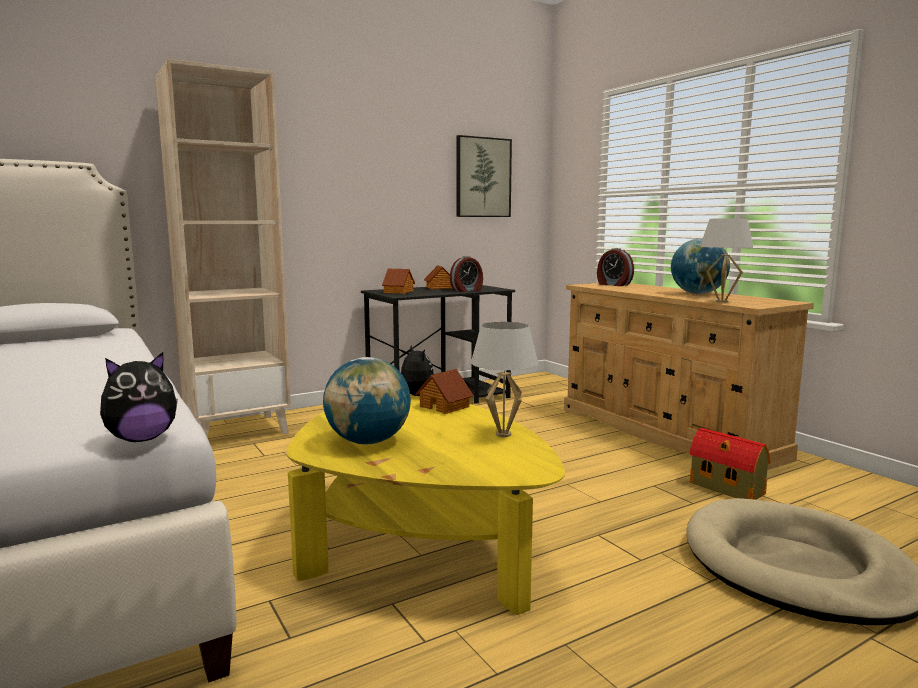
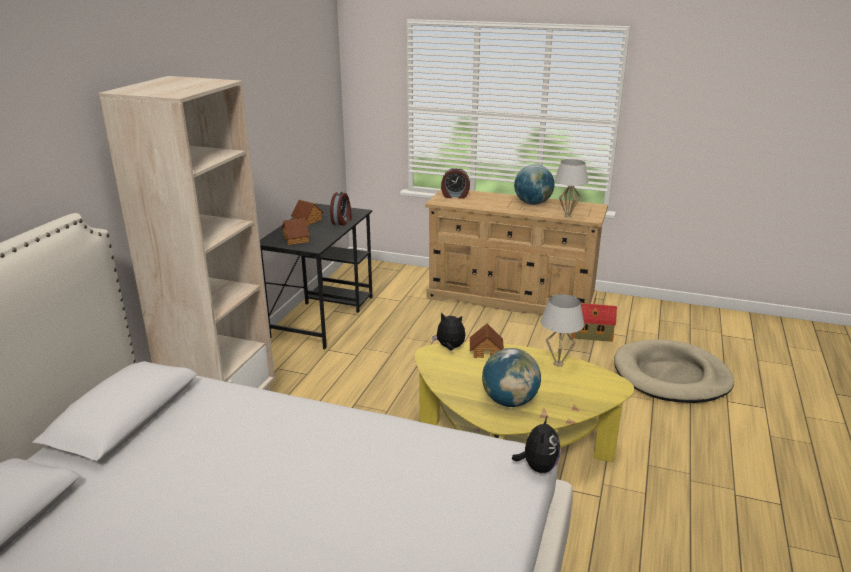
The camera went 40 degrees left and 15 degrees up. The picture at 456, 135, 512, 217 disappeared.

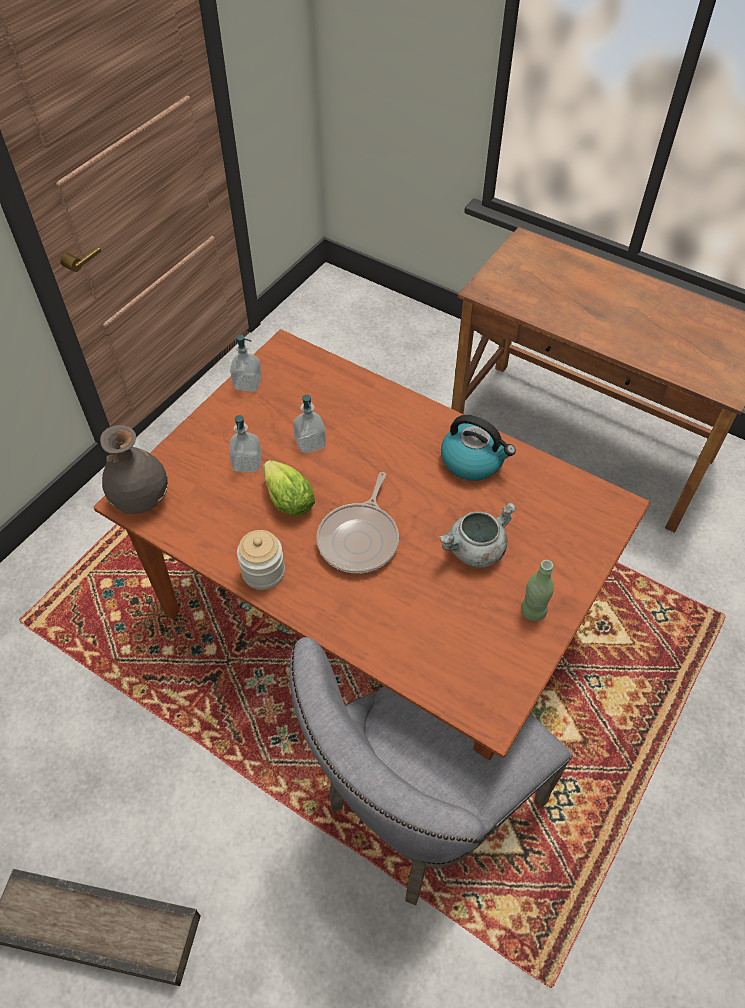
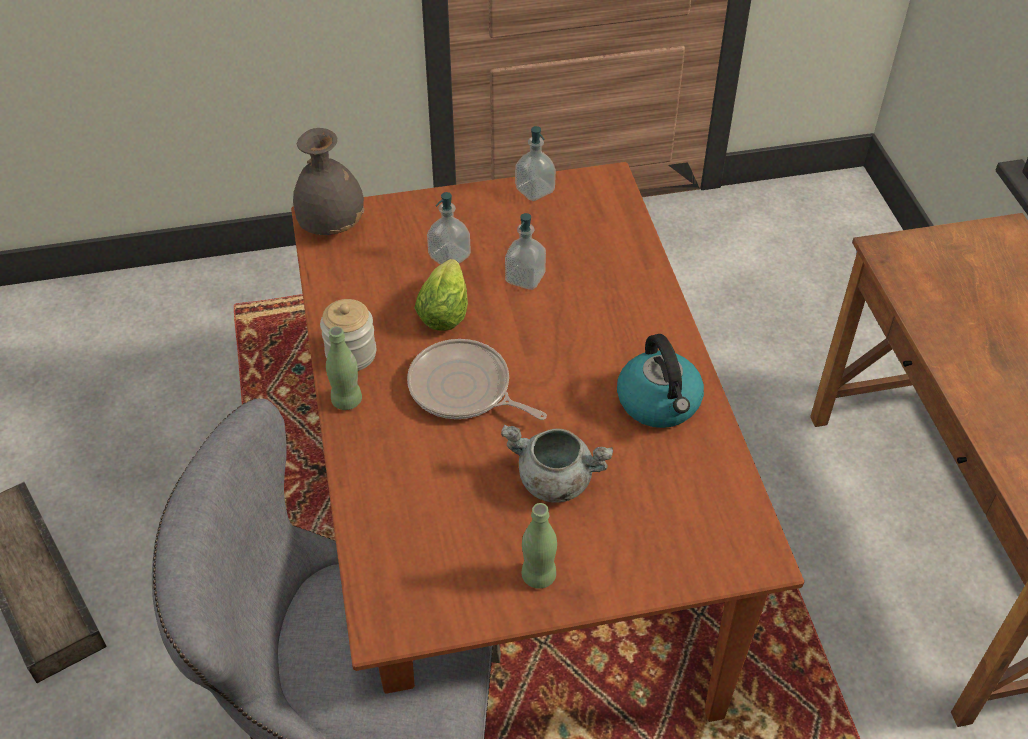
The camera went 45 degrees right and 5 degrees down. The frying pan at 316, 472, 399, 574 turned 60 degrees clockwise. The green bottle at 326, 326, 362, 410 appeared.

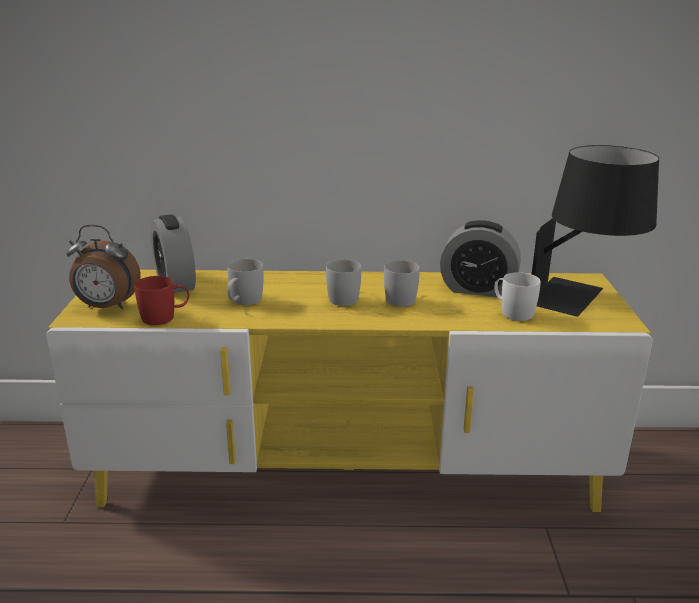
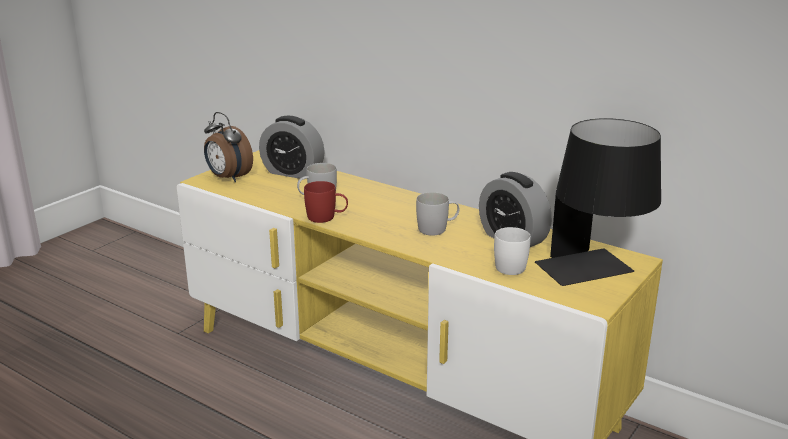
The camera went 35 degrees right and 0 degrees up. The red mug moved from 134, 276, 189, 325 to 304, 181, 348, 223. The alarm clock at 151, 214, 196, 293 turned 75 degrees counterclockwise. The white mug at 326, 260, 361, 306 disappeared.

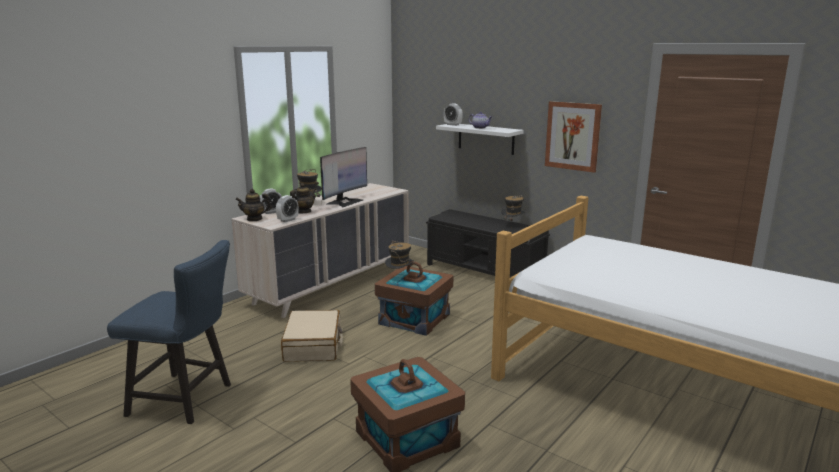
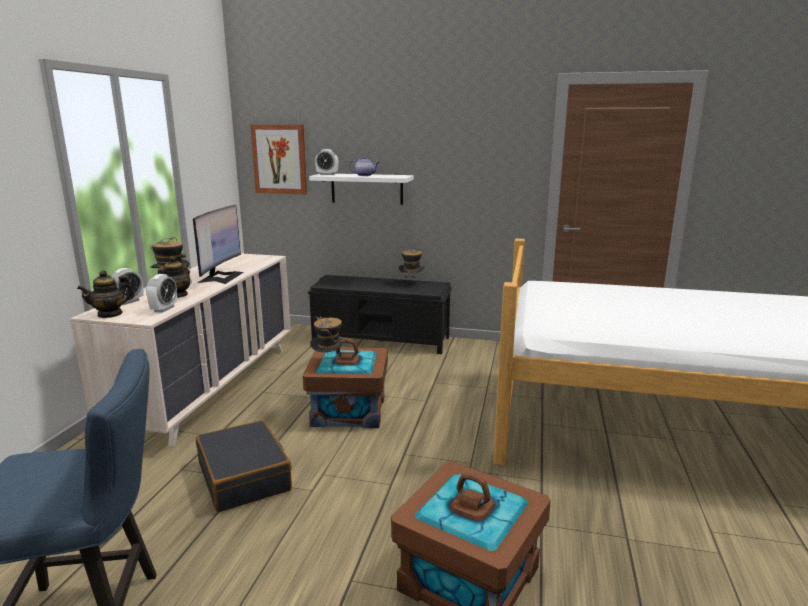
The camera went 25 degrees left and 0 degrees up. The beige suitcase at 281, 310, 343, 362 became the black suitcase at 196, 420, 292, 512. The picture moved from 545, 101, 602, 173 to 250, 125, 307, 194.

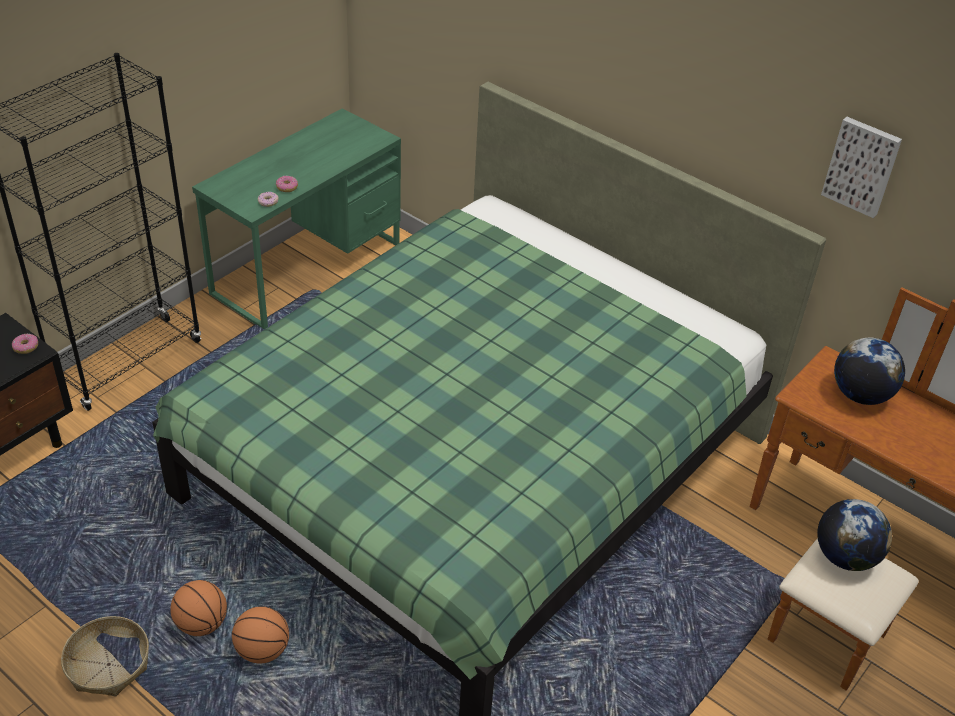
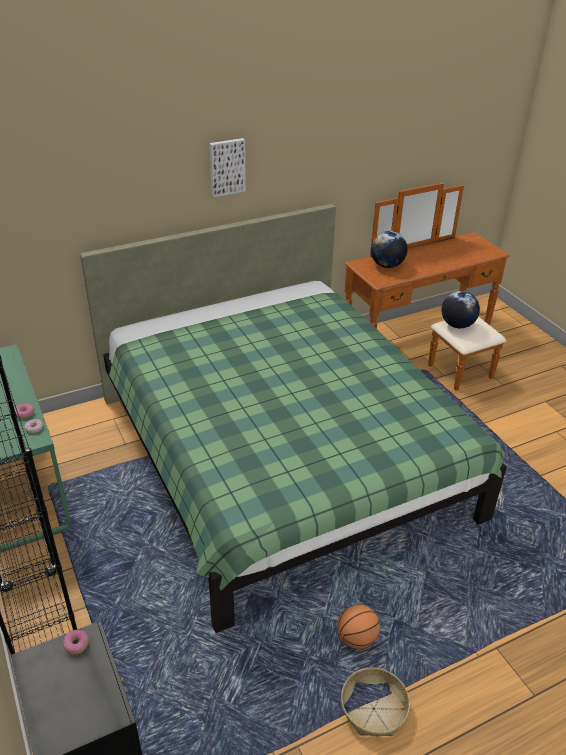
The camera went 65 degrees left and 5 degrees down. The basketball at 232, 606, 289, 663 disappeared. The picture moved from 821, 117, 902, 218 to 209, 138, 246, 197.

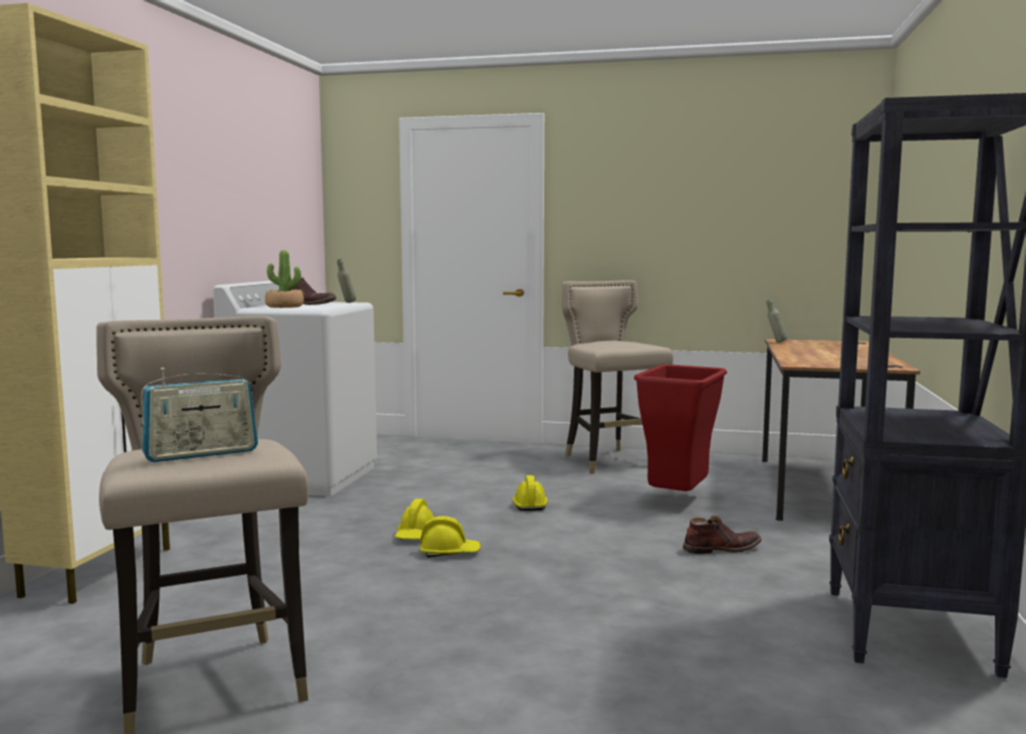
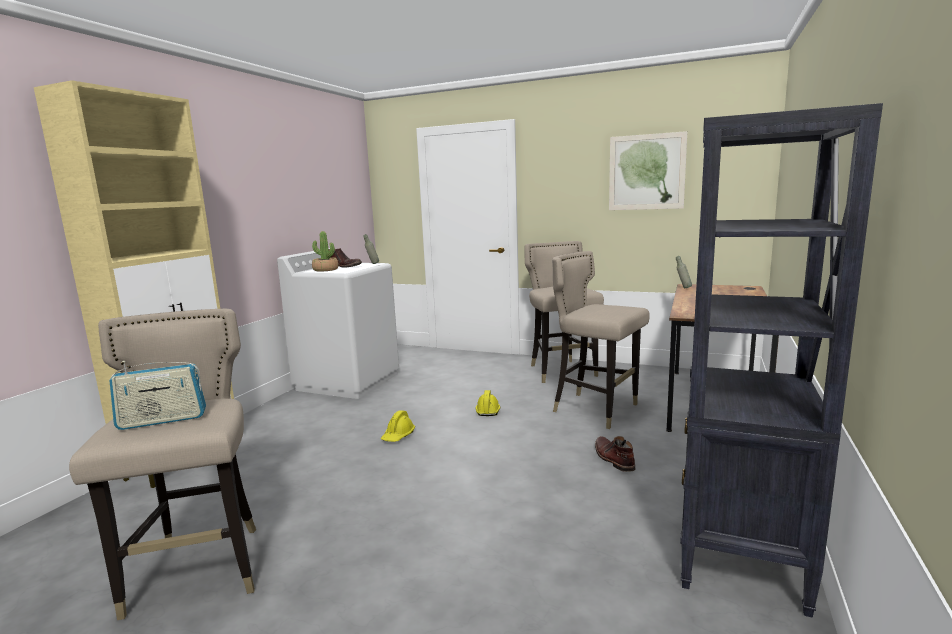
The camera went 10 degrees right and 5 degrees up. The yellow hard hat at 420, 516, 481, 558 disappeared. The red trash can at 634, 364, 727, 491 was replaced by the beige stool at 552, 251, 650, 429. The brown boot at 683, 516, 762, 554 turned 105 degrees counterclockwise. The picture at 609, 131, 687, 210 appeared.

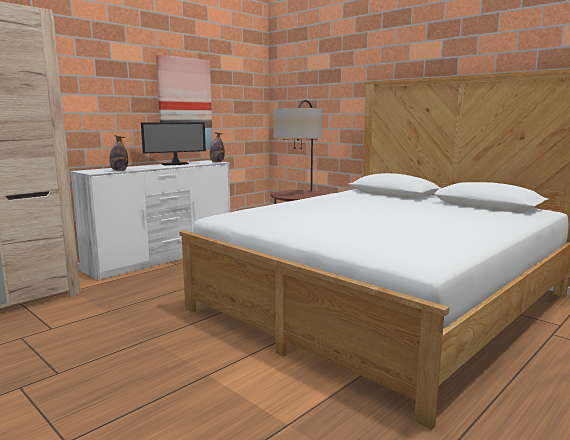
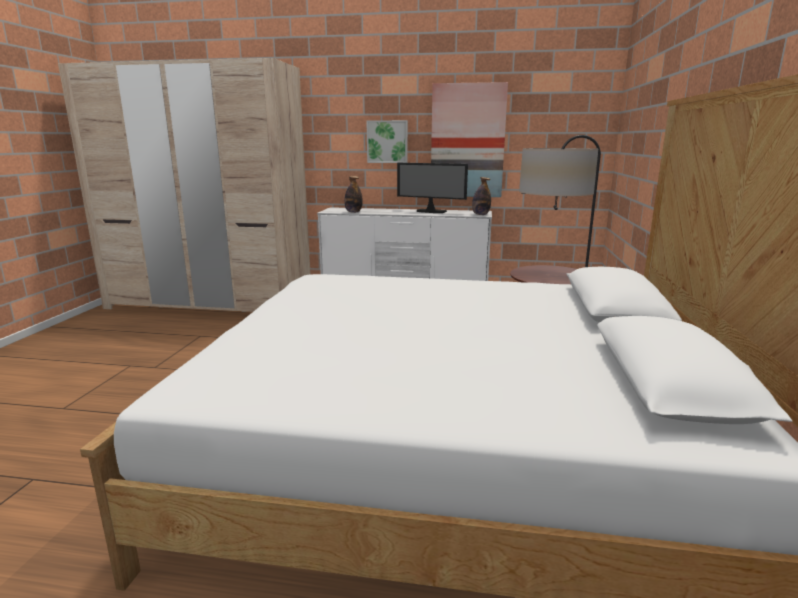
The camera went 55 degrees right and 5 degrees up. The picture at 367, 120, 408, 163 appeared.

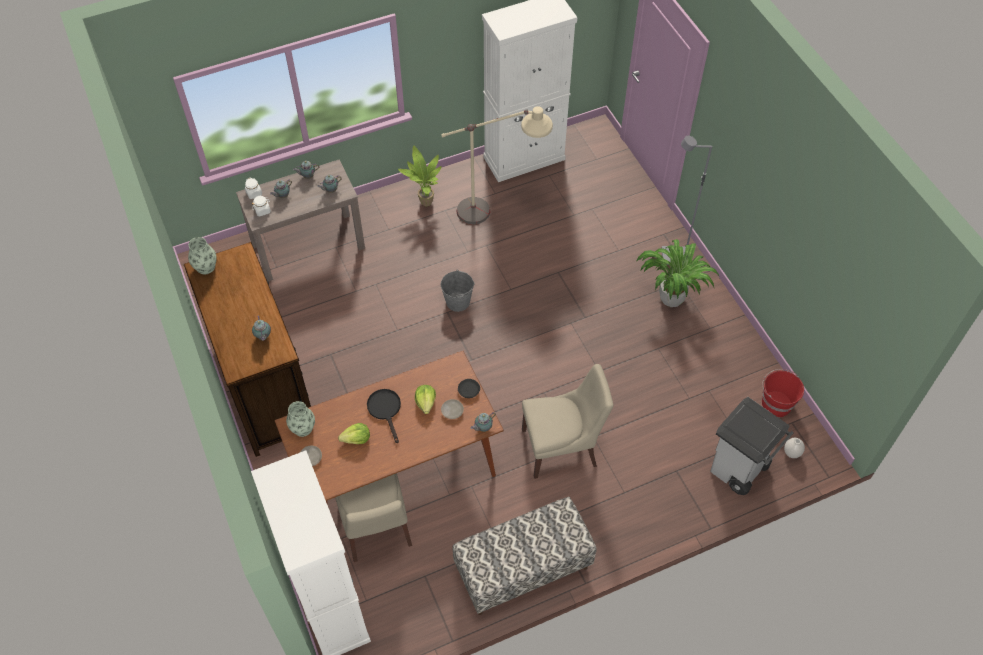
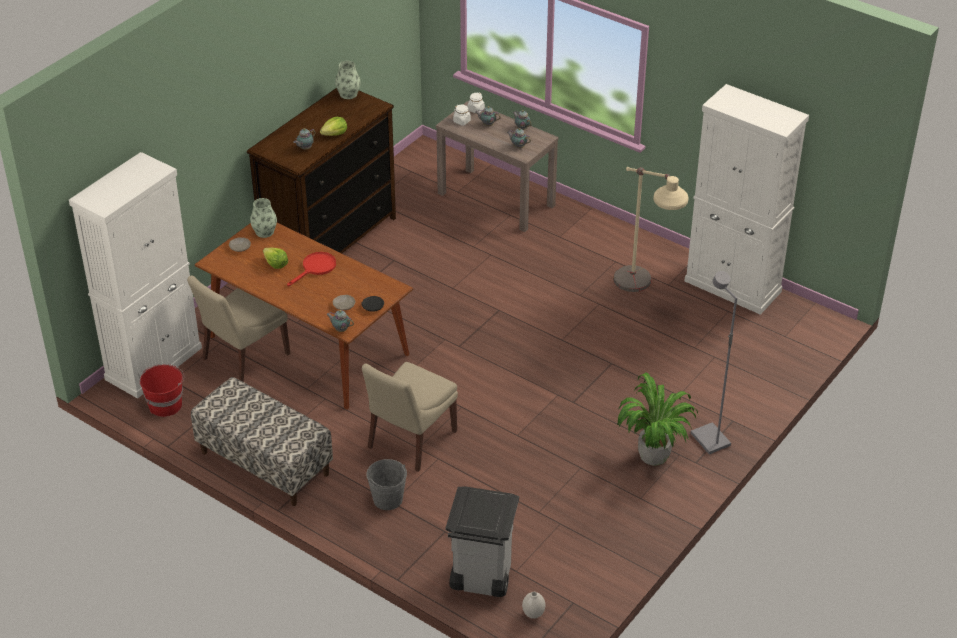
The camera went 60 degrees right and 15 degrees down. The black frying pan at 367, 389, 401, 443 became the red frying pan at 287, 252, 336, 286. The potted plant at 398, 146, 442, 206 disappeared. The lettuce moved from 415, 385, 436, 414 to 320, 117, 347, 136. The grey bucket moved from 441, 269, 475, 312 to 366, 459, 407, 510. The beige chair at 522, 364, 614, 479 turned 75 degrees clockwise. The red bucket moved from 762, 369, 804, 417 to 140, 364, 185, 417.

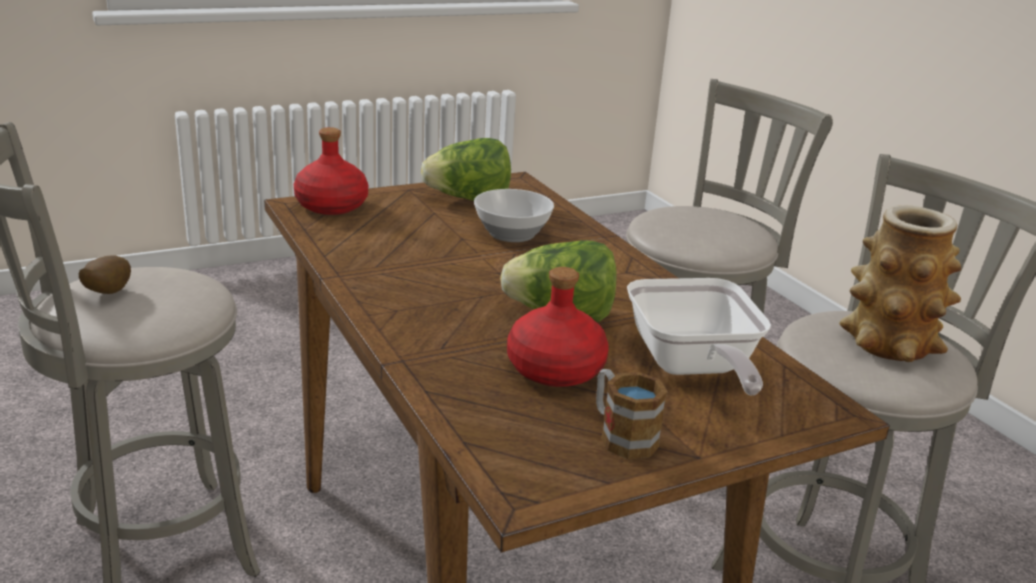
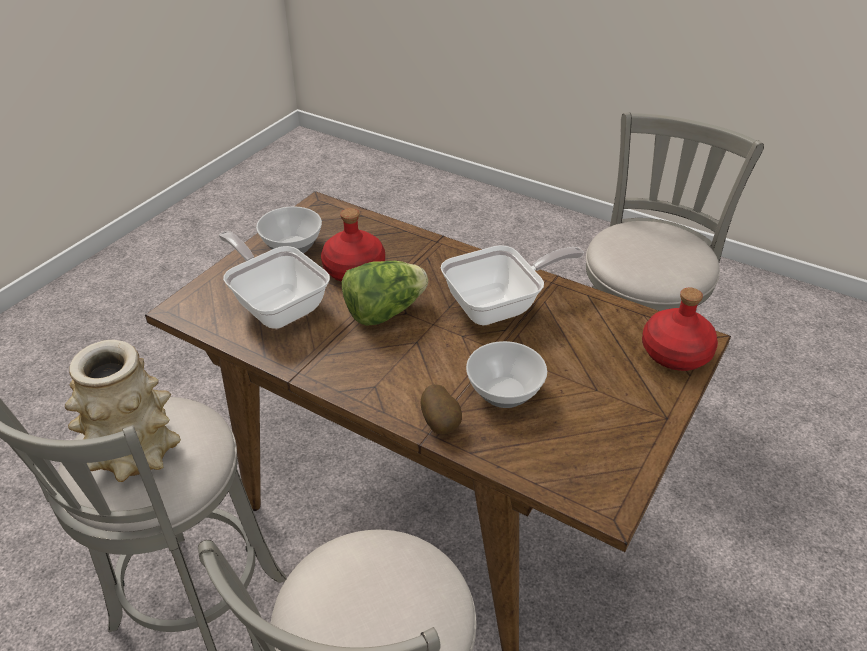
The camera went 150 degrees right and 15 degrees up. The potato moved from 79, 255, 131, 294 to 420, 384, 462, 434. The lettuce at 421, 138, 511, 201 disappeared. The mug at 596, 369, 668, 459 was replaced by the bowl at 256, 207, 322, 254. The frying pan at 441, 245, 584, 325 appeared.

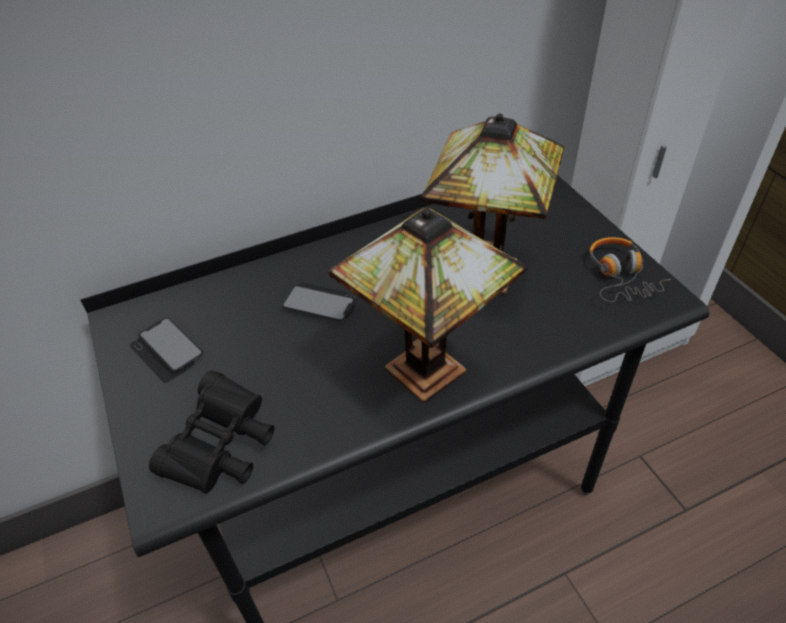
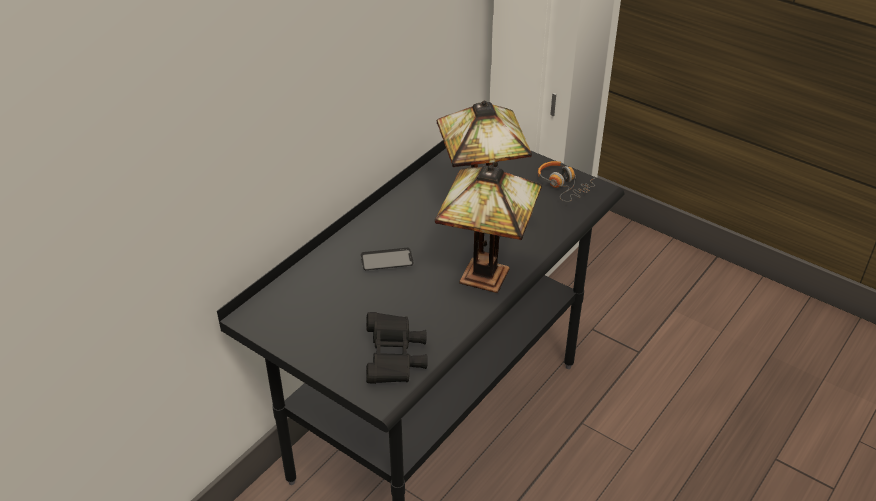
The camera went 30 degrees left and 5 degrees down. The phone at 130, 317, 203, 383 disappeared.

